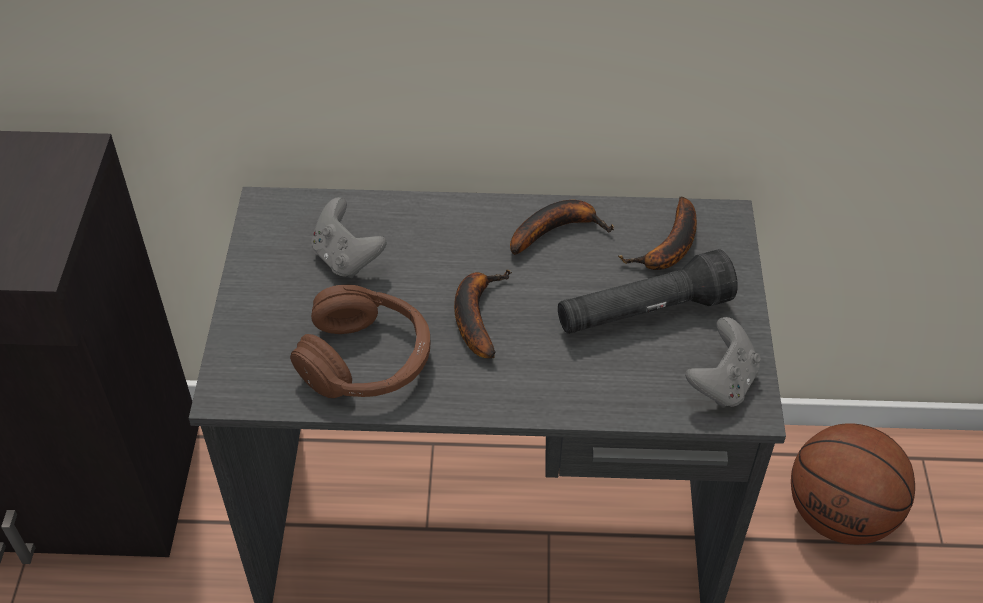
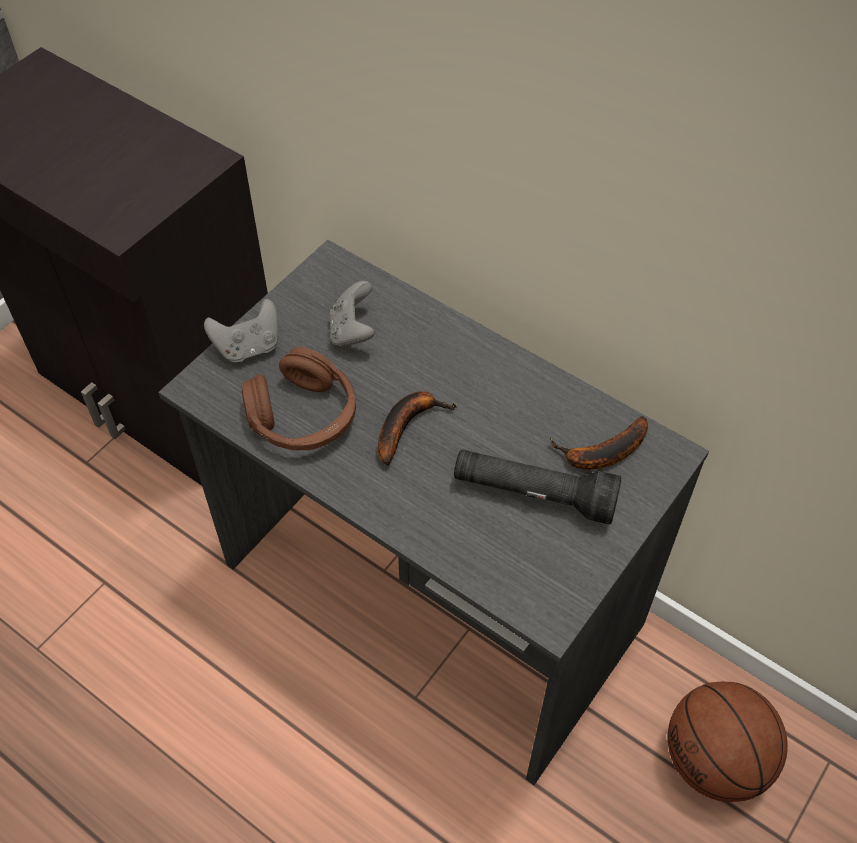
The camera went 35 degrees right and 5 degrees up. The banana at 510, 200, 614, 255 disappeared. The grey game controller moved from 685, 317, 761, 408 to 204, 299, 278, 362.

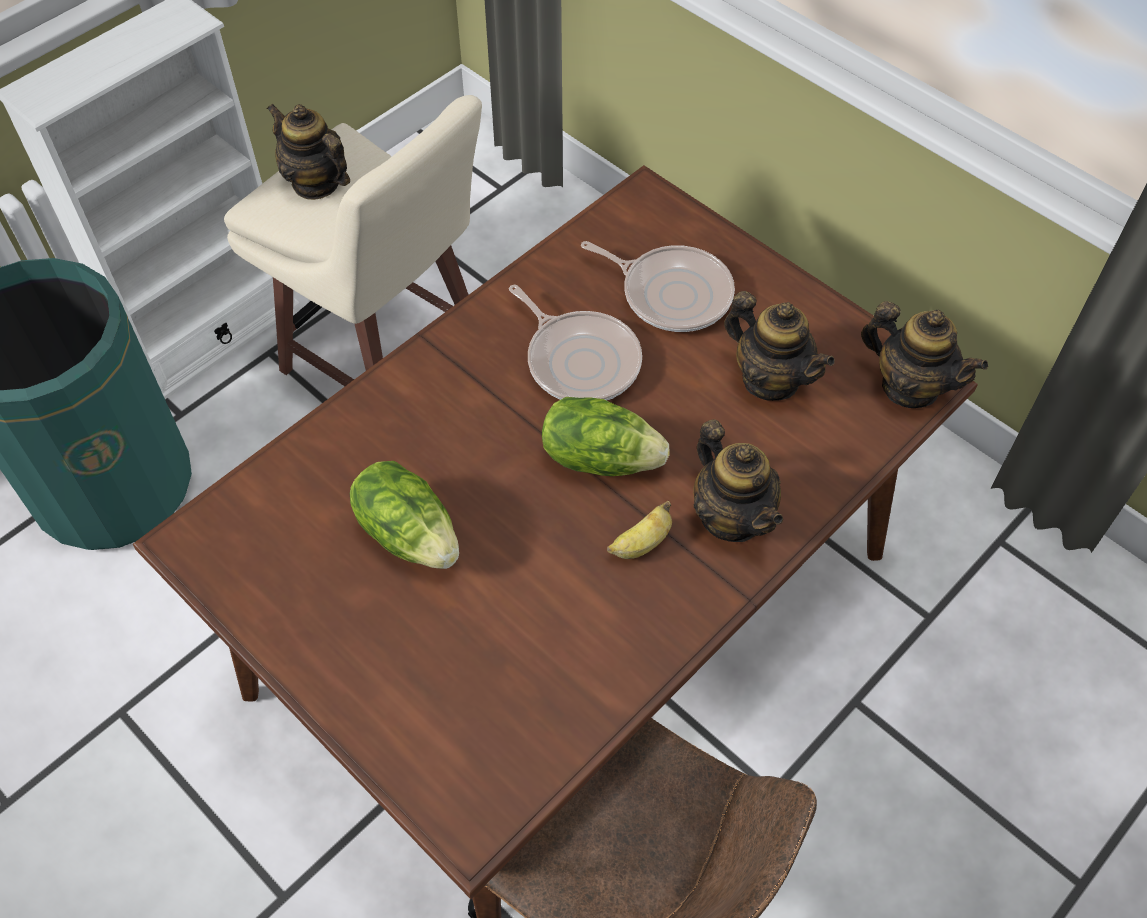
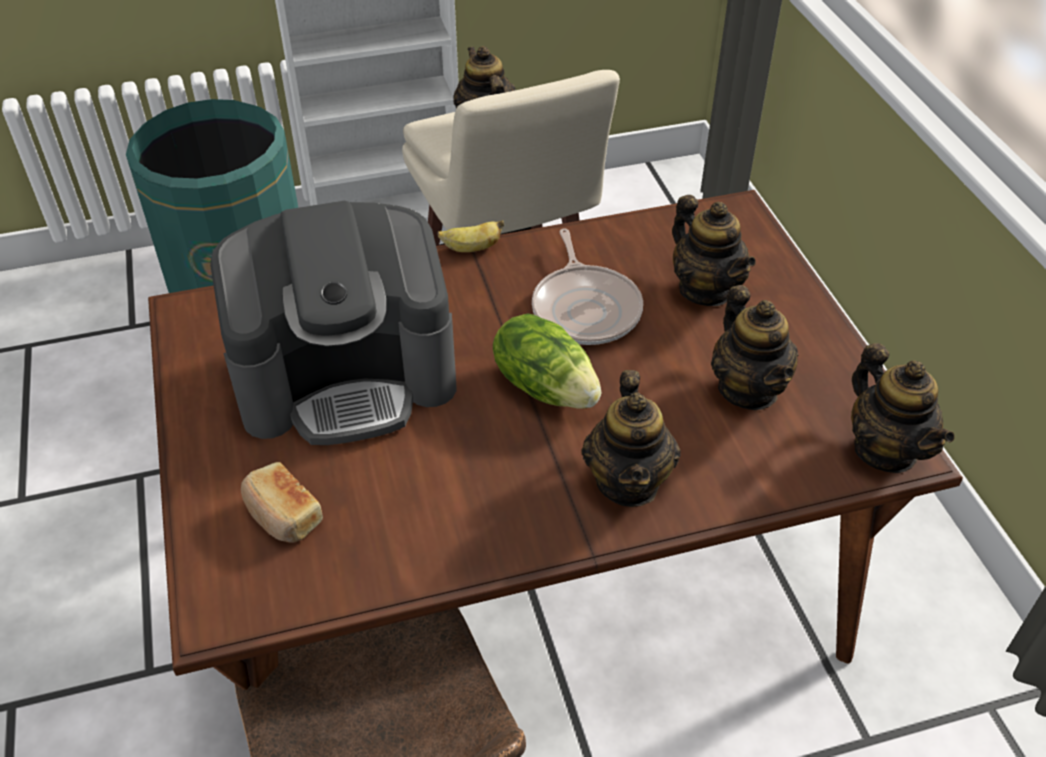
The camera went 30 degrees right and 10 degrees down. The lettuce at 350, 461, 459, 569 was replaced by the coffee machine at 210, 201, 456, 445. The frying pan at 581, 241, 735, 332 was replaced by the teapot at 672, 195, 756, 306. The banana moved from 607, 501, 672, 559 to 437, 220, 504, 252. The bread at 241, 462, 323, 543 appeared.

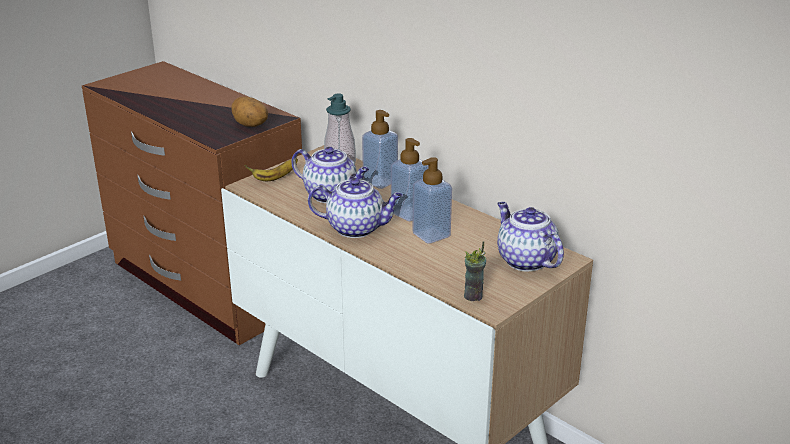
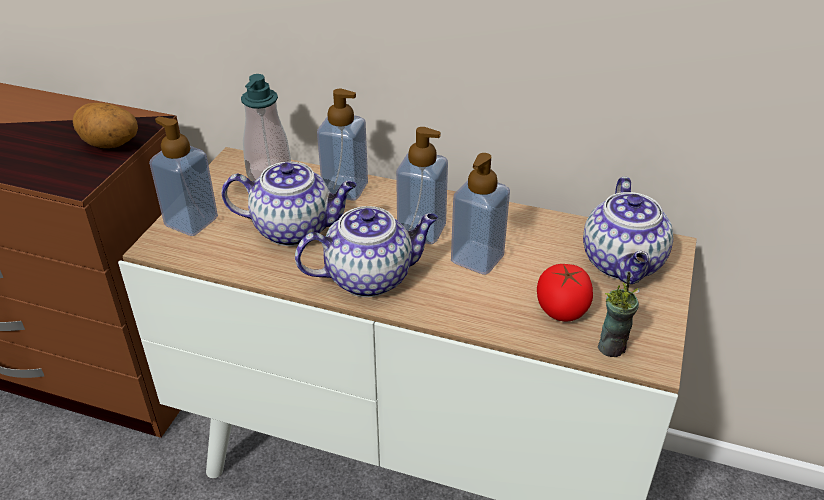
The camera went 25 degrees left and 10 degrees up. The banana at 244, 158, 298, 181 was replaced by the soap dispenser at 149, 117, 218, 236. The teapot at 497, 202, 564, 271 turned 120 degrees counterclockwise. The tomato at 537, 264, 593, 321 appeared.

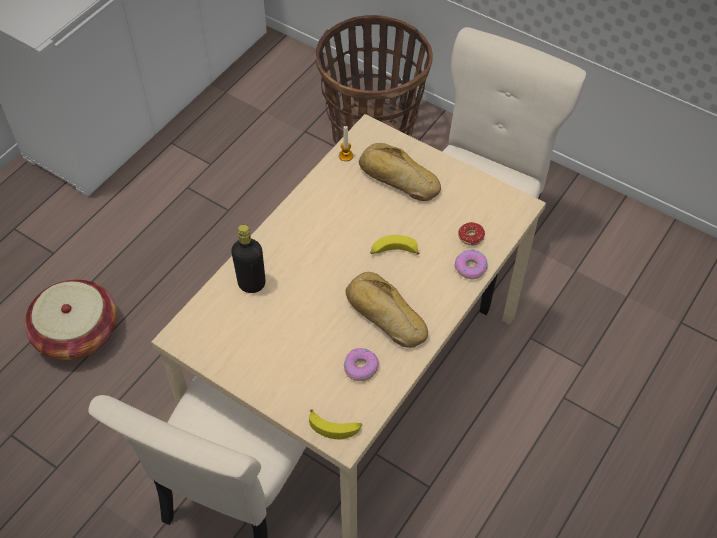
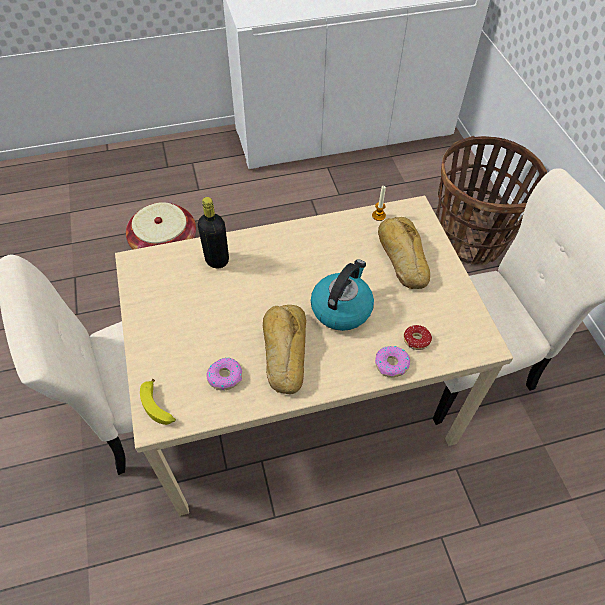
The camera went 40 degrees right and 0 degrees up. The banana at 370, 235, 419, 255 was replaced by the kettle at 311, 259, 374, 331.

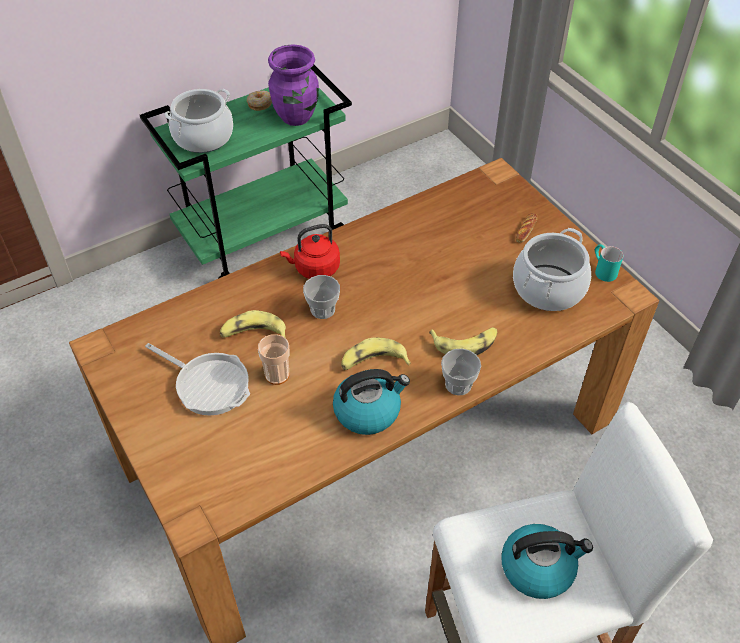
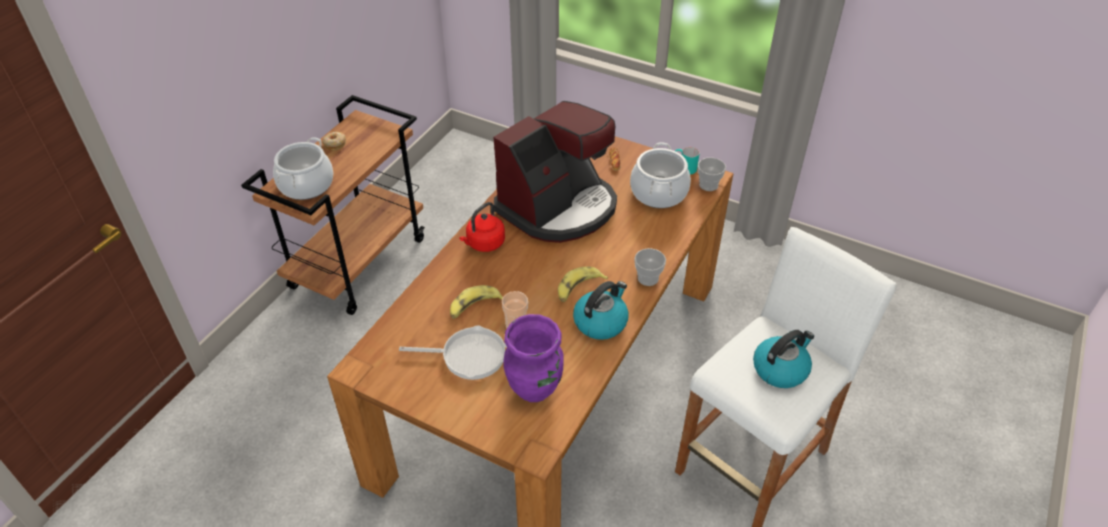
The camera went 30 degrees left and 5 degrees down. The green cart at 140, 65, 352, 279 became the brown cart at 241, 95, 425, 315. The purple vase moved from 268, 44, 319, 126 to 503, 314, 564, 402. The cup moved from 303, 275, 340, 319 to 698, 157, 726, 191. The banana at 429, 327, 497, 355 disappeared. The coffee machine at 493, 101, 617, 243 appeared.

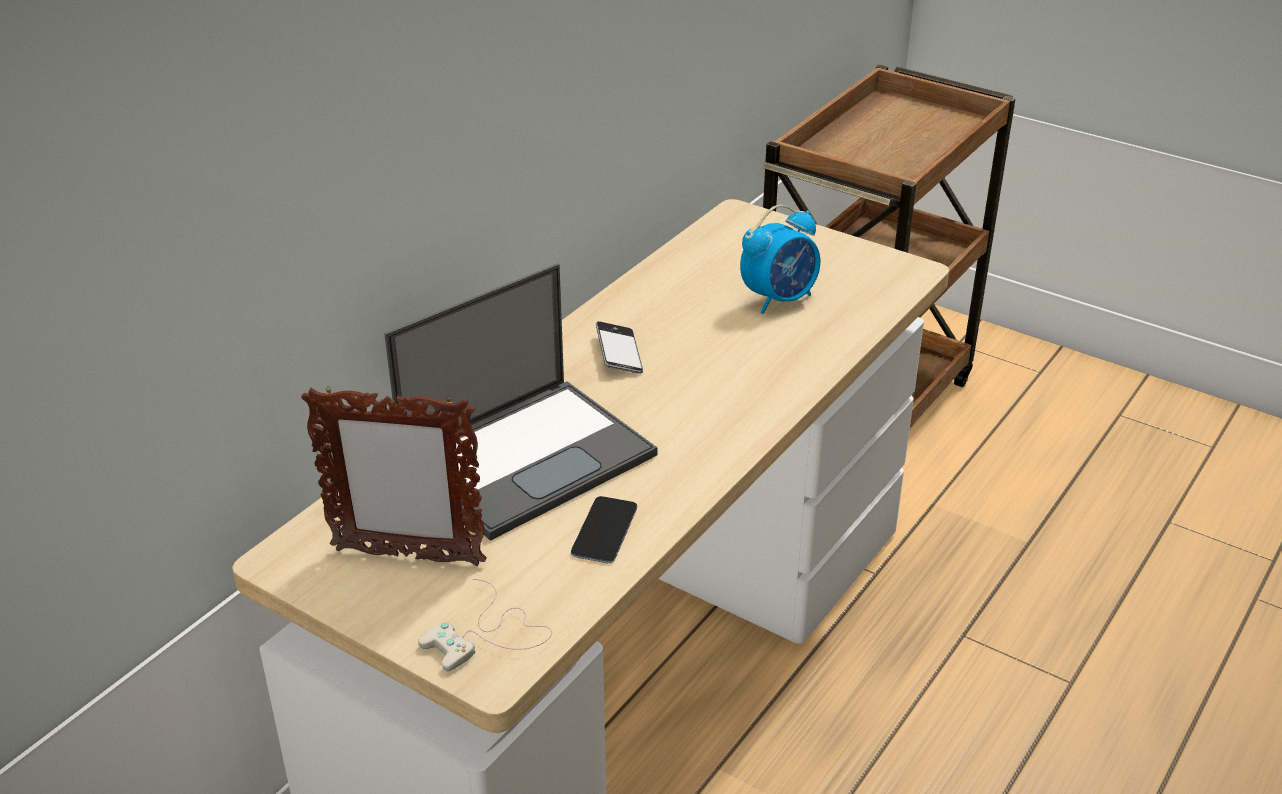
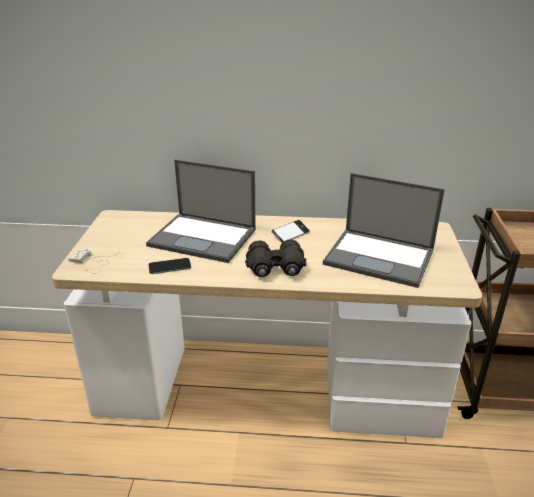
The camera went 60 degrees right and 5 degrees down. The picture frame at 301, 386, 487, 566 disappeared. The alarm clock at 740, 205, 820, 314 was replaced by the laptop at 323, 173, 445, 288. The black binoculars at 245, 239, 306, 277 appeared.

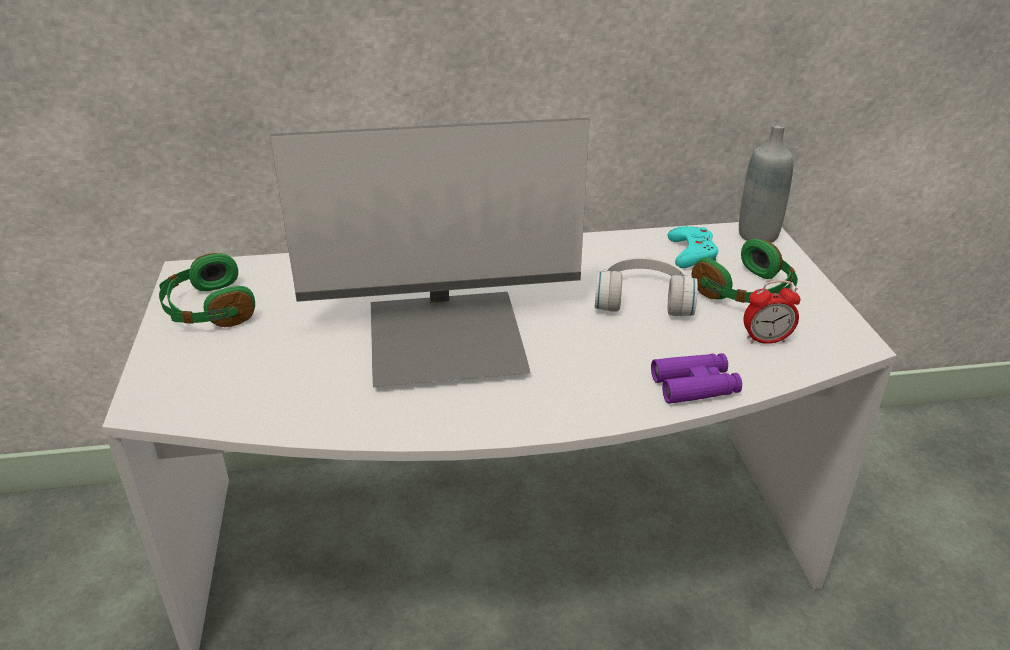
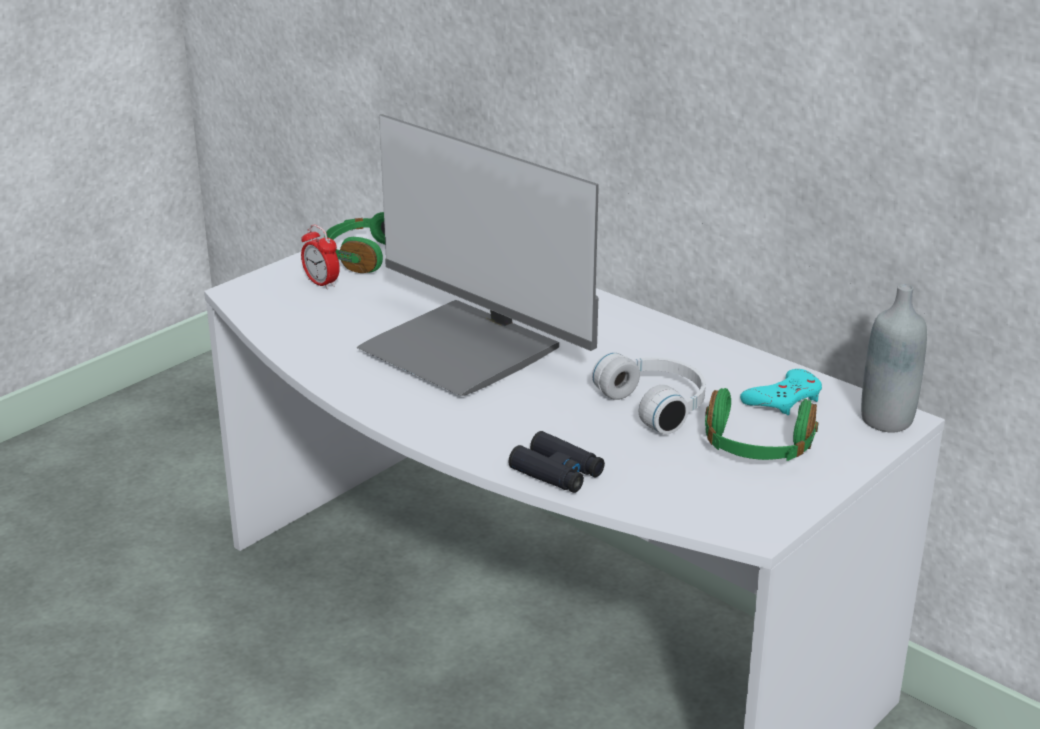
The camera went 50 degrees right and 5 degrees down. The purple binoculars at 651, 353, 742, 404 became the black binoculars at 508, 431, 605, 493. The alarm clock moved from 744, 280, 801, 344 to 301, 225, 340, 290.

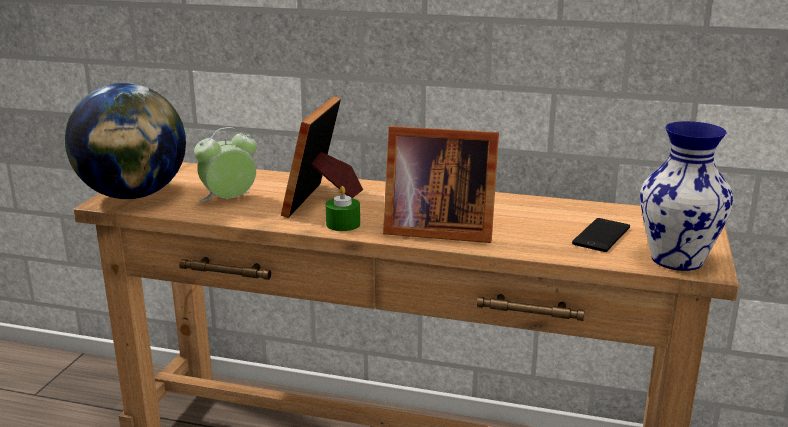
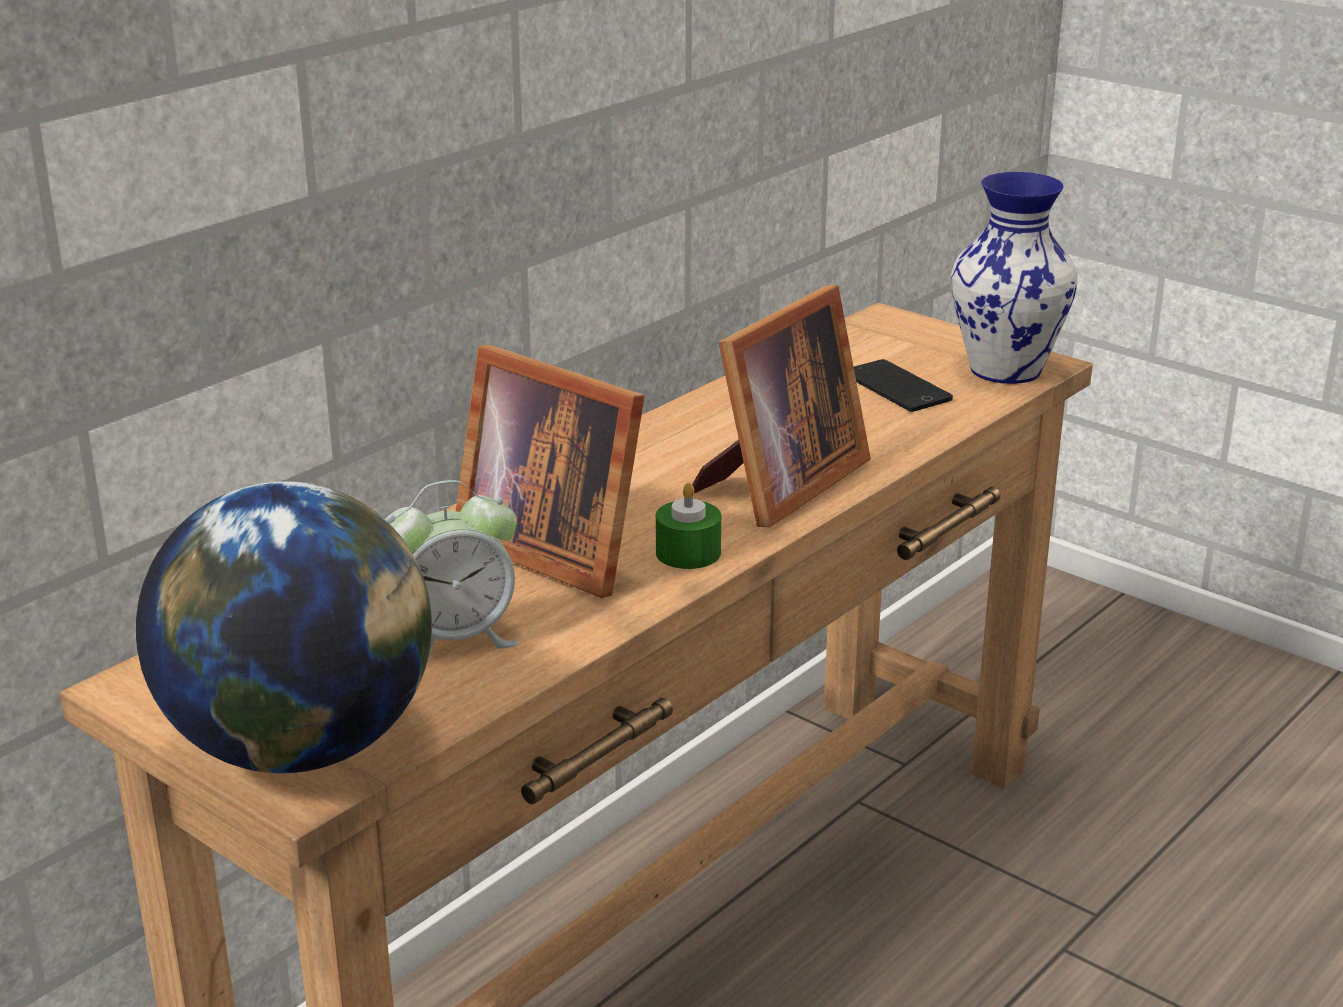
The camera went 65 degrees left and 5 degrees up. The alarm clock at 194, 127, 257, 201 turned 105 degrees counterclockwise.

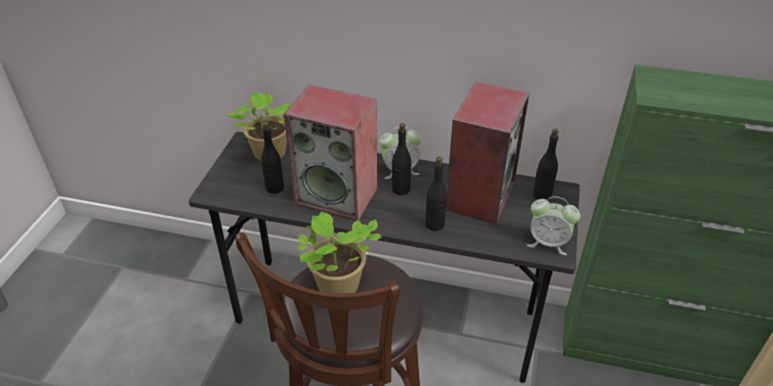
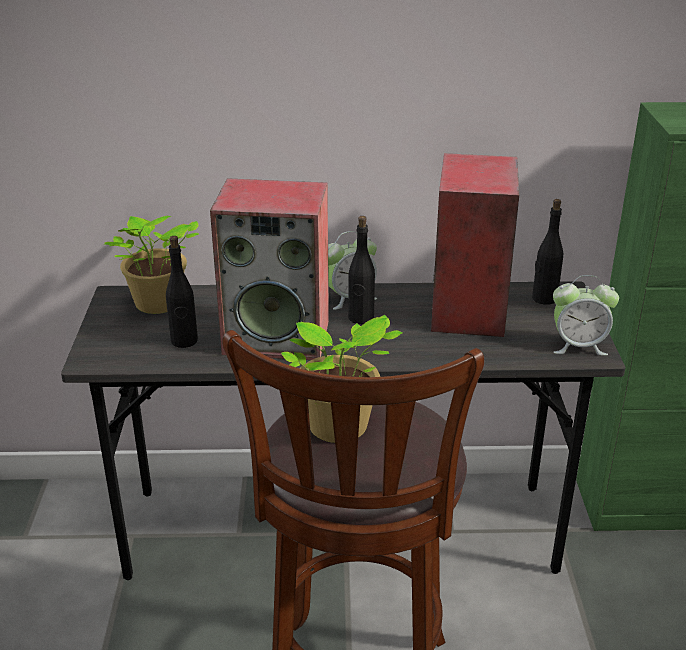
The camera went 15 degrees left and 10 degrees down. The black bottle at 425, 157, 447, 231 disappeared.

